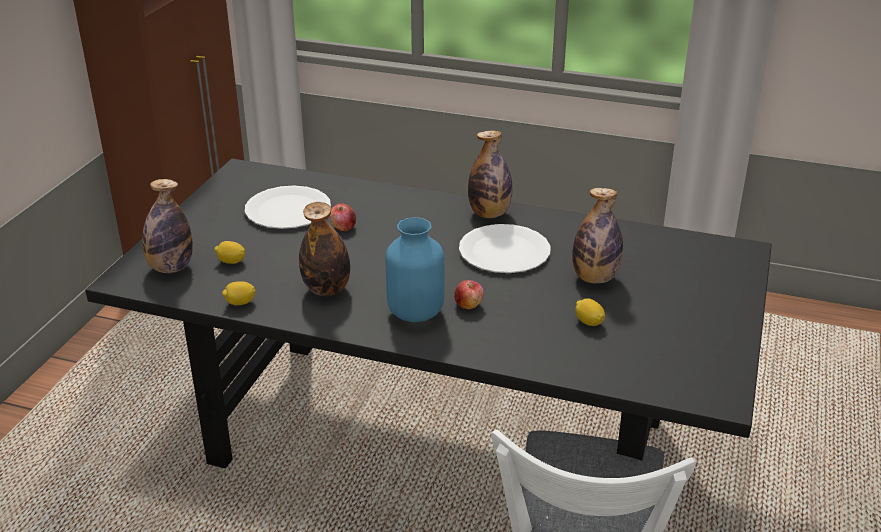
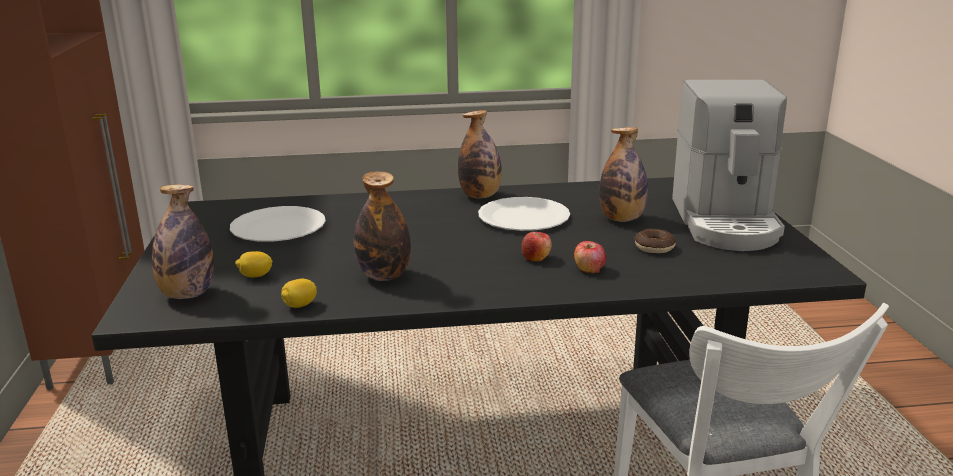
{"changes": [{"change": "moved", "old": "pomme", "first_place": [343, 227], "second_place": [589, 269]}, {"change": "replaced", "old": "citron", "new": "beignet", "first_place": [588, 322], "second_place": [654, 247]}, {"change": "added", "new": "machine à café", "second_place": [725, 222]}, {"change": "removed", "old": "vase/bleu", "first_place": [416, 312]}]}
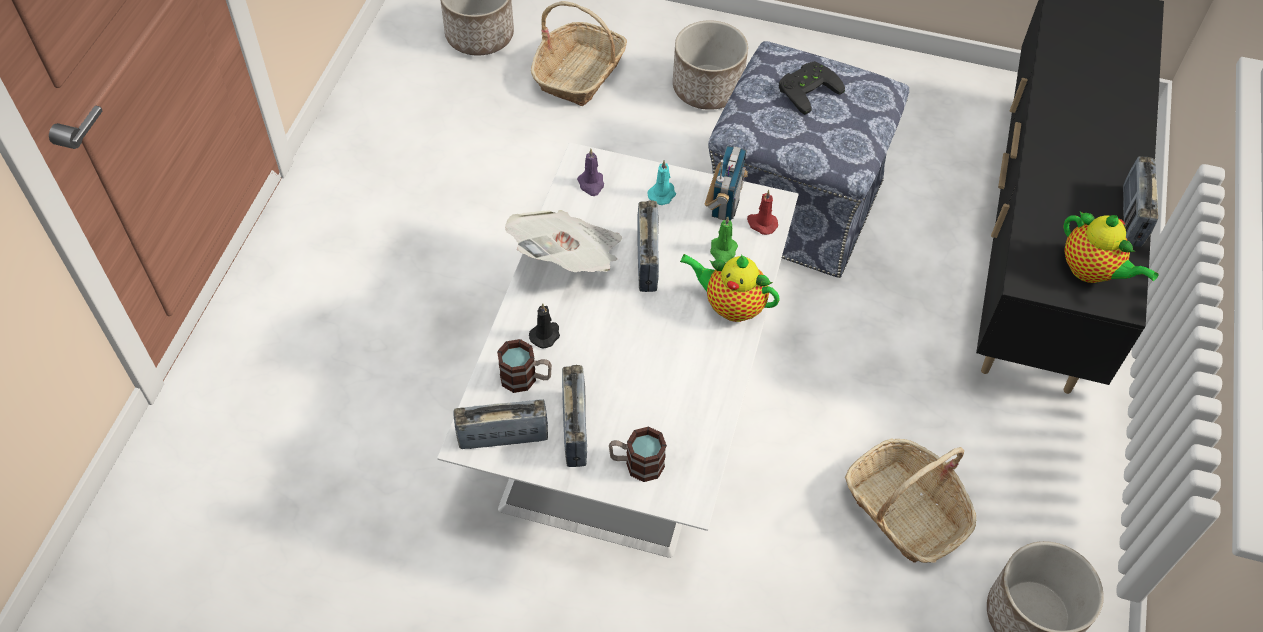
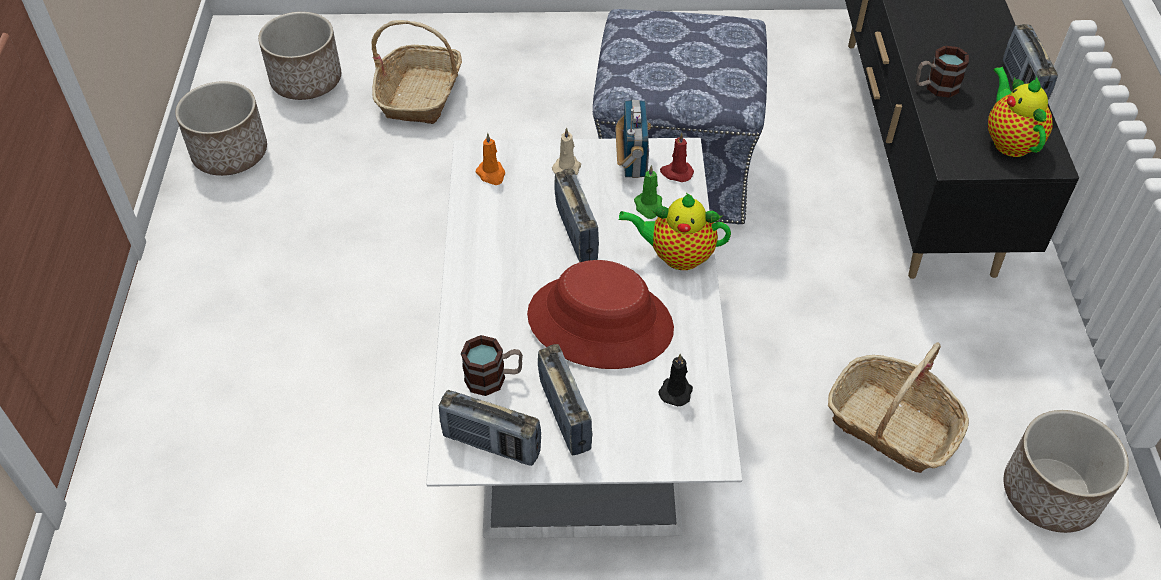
{"changes": [{"change": "moved", "old": "cache-pot", "first_place": [707, 89], "second_place": [230, 154]}, {"change": "turned", "old": "radio", "first_place": [503, 437], "second_place": [491, 444], "degrees": -135}, {"change": "recoloured", "old": "bougie/violet", "new": "bougie/orange", "first_place": [591, 184], "second_place": [491, 174]}, {"change": "added", "new": "chapeau/rouge", "second_place": [600, 322]}, {"change": "recoloured", "old": "bougie/turquoise", "new": "bougie/beige", "first_place": [662, 194], "second_place": [567, 167]}, {"change": "moved", "old": "bougie/noir", "first_place": [545, 335], "second_place": [676, 391]}, {"change": "moved", "old": "mug", "first_place": [636, 464], "second_place": [935, 87]}, {"change": "turned", "old": "théière", "first_place": [1091, 271], "second_place": [1009, 141], "degrees": -135}, {"change": "removed", "old": "journal", "first_place": [568, 258]}, {"change": "removed", "old": "manette/noir", "first_place": [806, 88]}]}
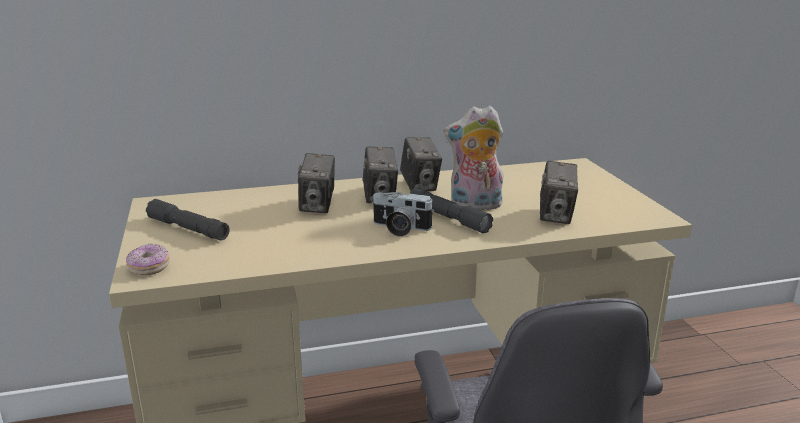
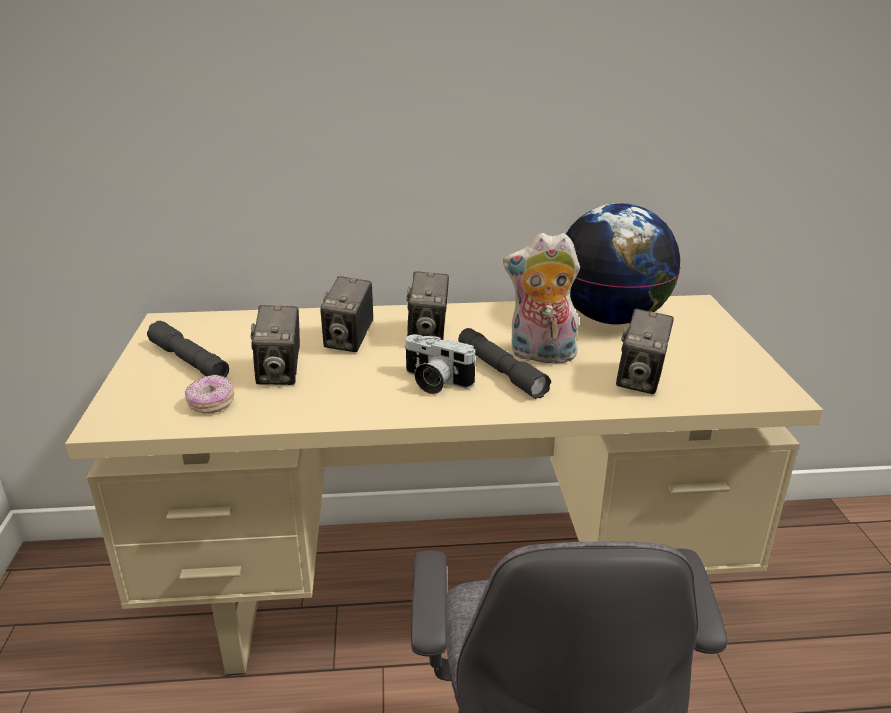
{"changes": [{"change": "moved", "old": "beignet", "first_place": [149, 268], "second_place": [211, 404]}, {"change": "moved", "old": "appareil photo", "first_place": [420, 186], "second_place": [280, 374]}, {"change": "added", "new": "globe", "second_place": [612, 318]}]}
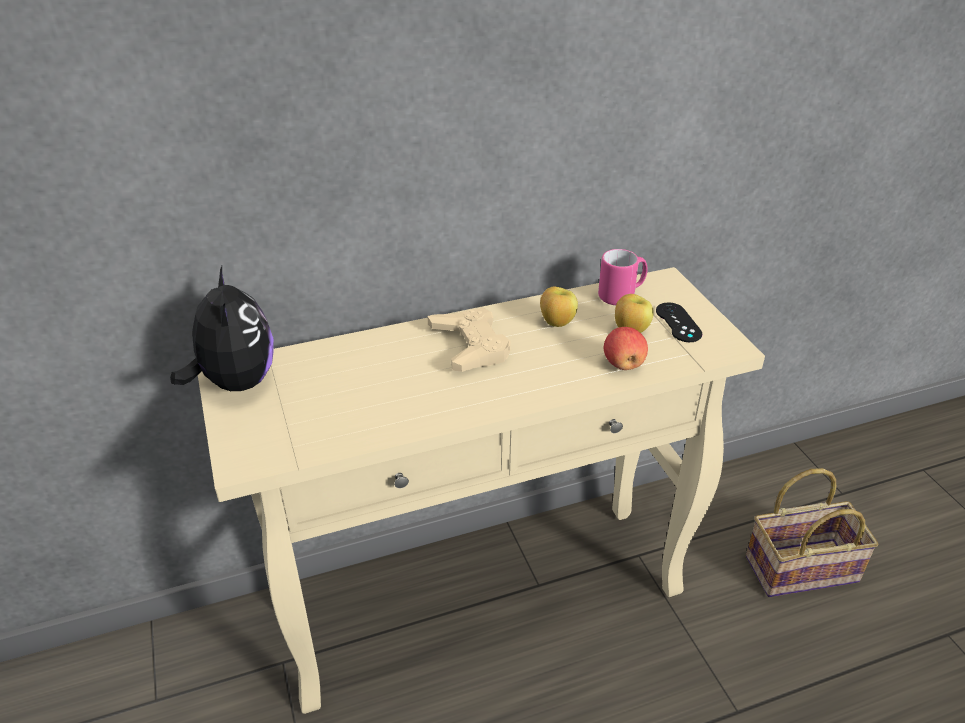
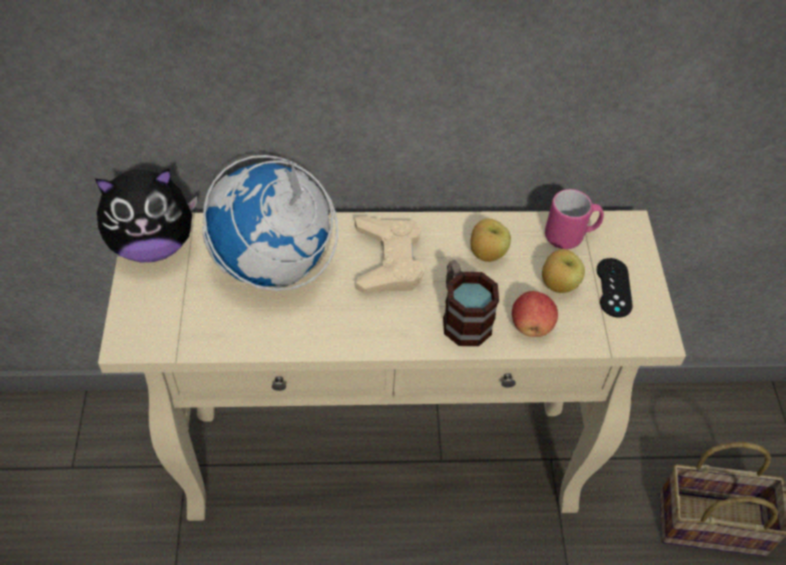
{"changes": [{"change": "turned", "old": "peluche", "first_place": [235, 382], "second_place": [153, 245], "degrees": 75}, {"change": "added", "new": "globe", "second_place": [273, 265]}, {"change": "added", "new": "mug", "second_place": [462, 317]}]}
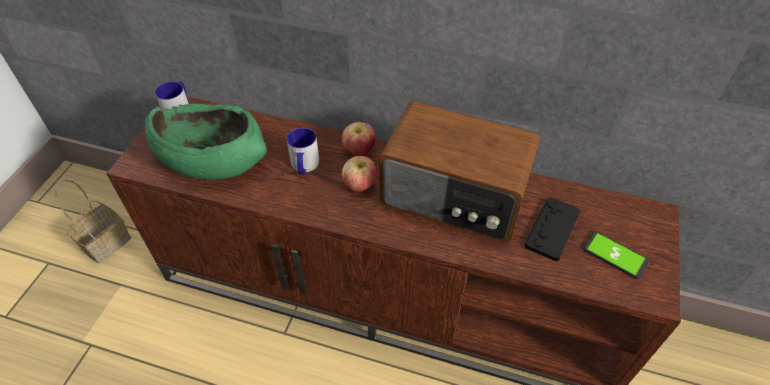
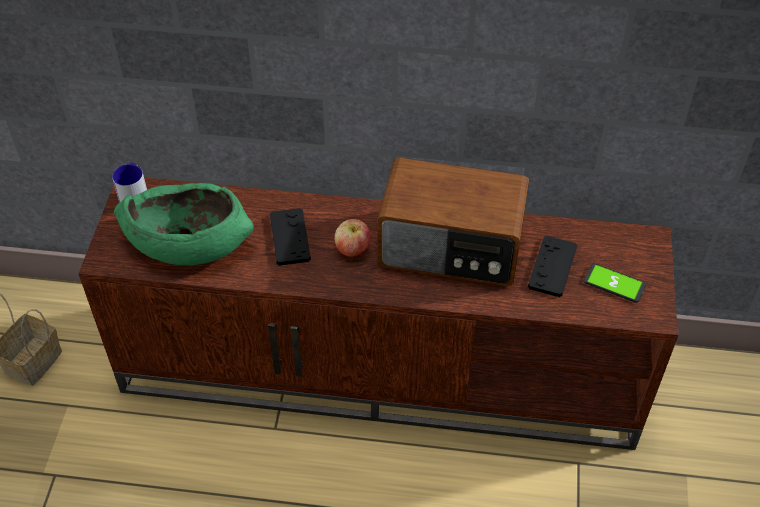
{"changes": [{"change": "replaced", "old": "mug", "new": "manette/noir", "first_place": [304, 166], "second_place": [290, 237]}, {"change": "removed", "old": "pomme", "first_place": [359, 150]}]}
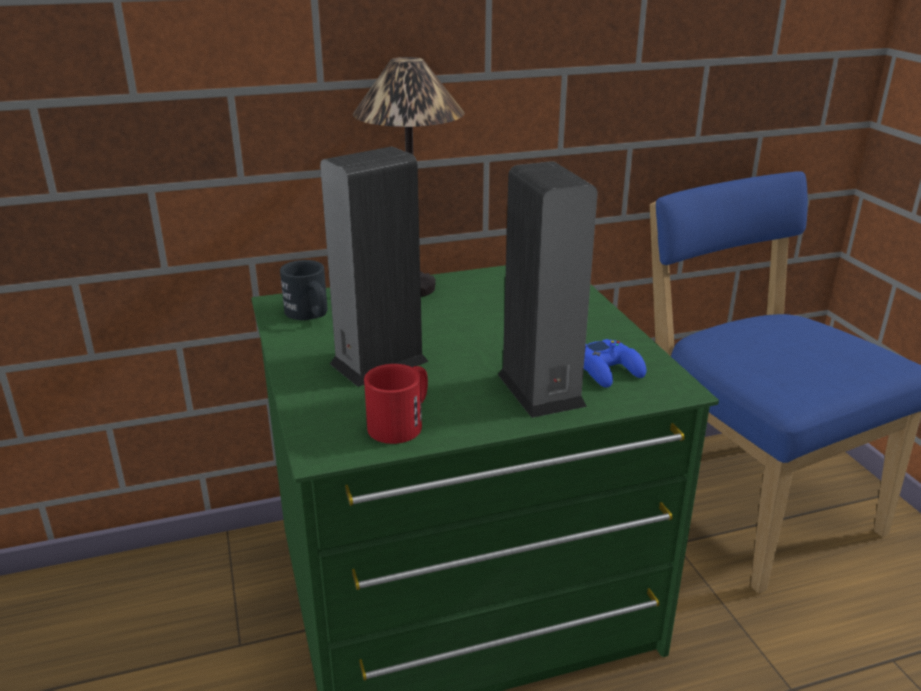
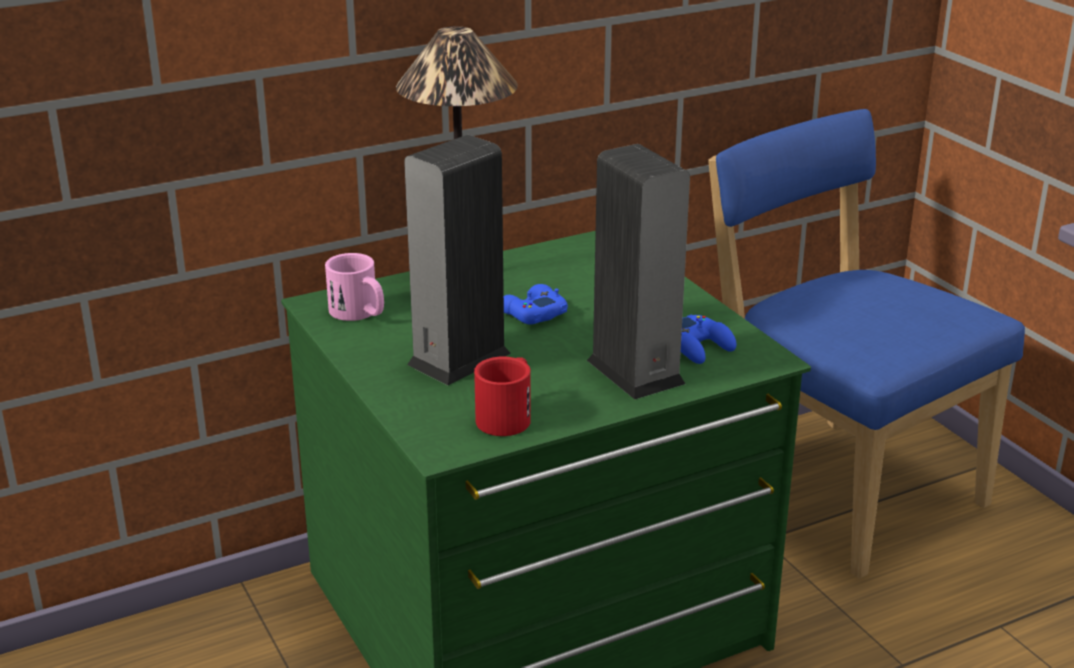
{"changes": [{"change": "recoloured", "old": "mug/noir", "new": "mug/rose", "first_place": [310, 314], "second_place": [360, 313]}, {"change": "added", "new": "manette/bleu", "second_place": [531, 313]}]}
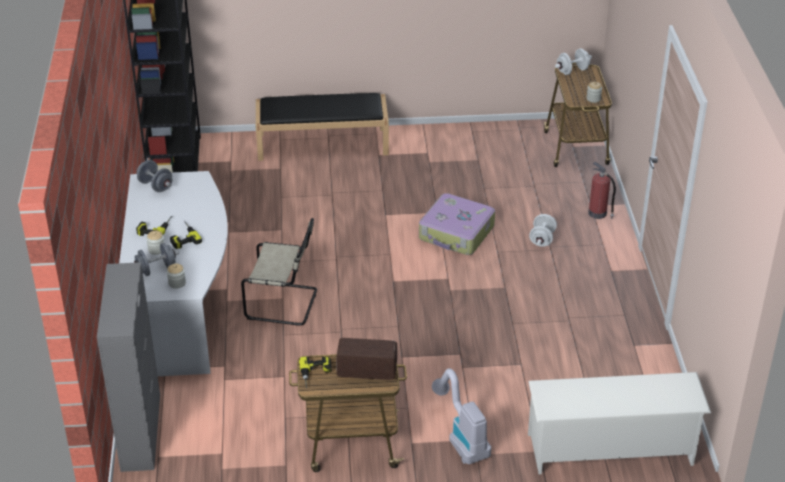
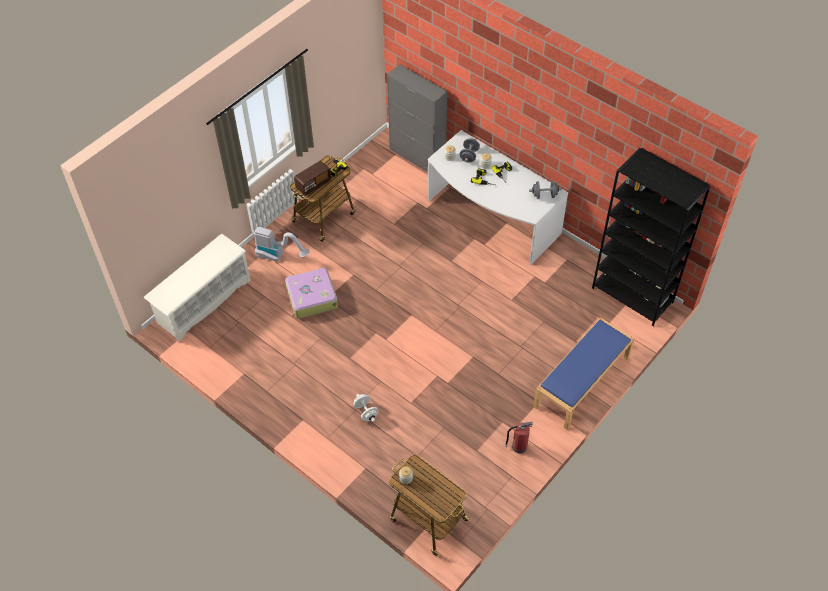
{"changes": [{"change": "moved", "old": "valise", "first_place": [456, 233], "second_place": [311, 297]}, {"change": "moved", "old": "extincteur", "first_place": [598, 213], "second_place": [518, 446]}, {"change": "recoloured", "old": "banc/noir", "new": "banc/bleu", "first_place": [323, 143], "second_place": [582, 382]}, {"change": "removed", "old": "chaise/beige", "first_place": [284, 304]}, {"change": "removed", "old": "haltère/blanc", "first_place": [572, 71]}]}
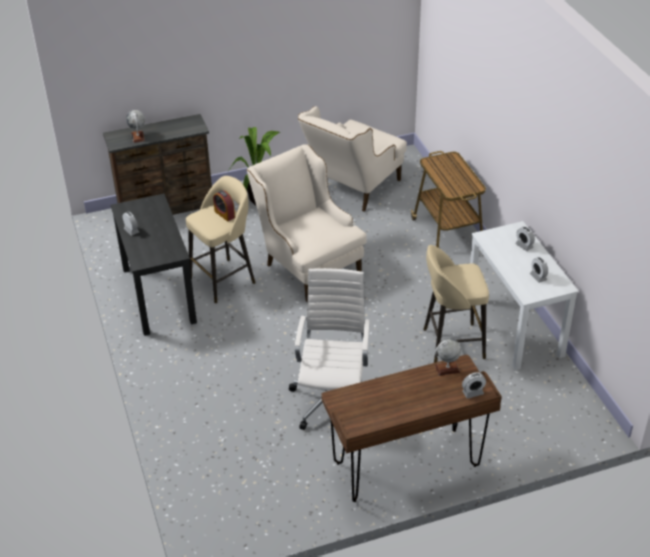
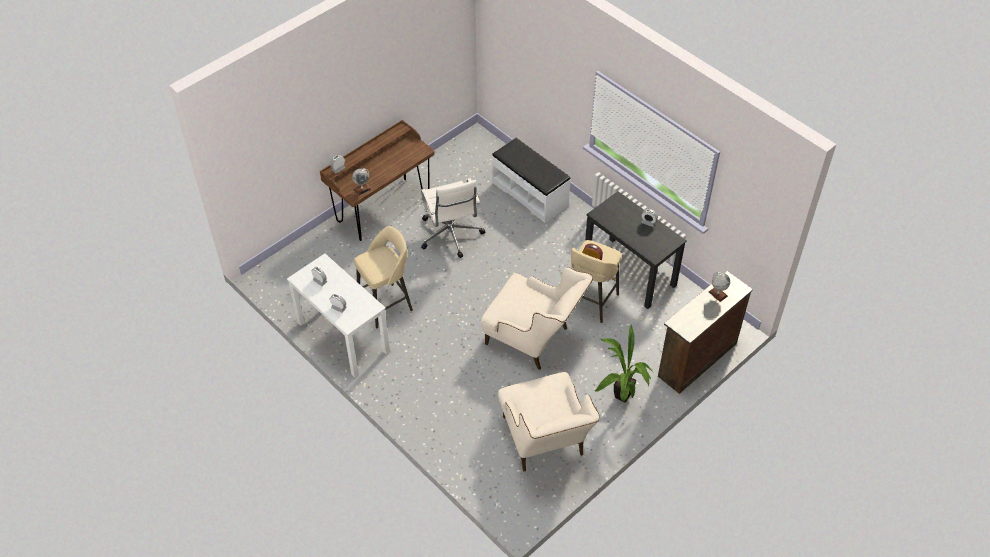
{"changes": [{"change": "added", "new": "banc/blanc", "second_place": [530, 194]}, {"change": "turned", "old": "fauteuil/beige", "first_place": [352, 189], "second_place": [545, 443], "degrees": 150}, {"change": "removed", "old": "chariot", "first_place": [447, 232]}]}
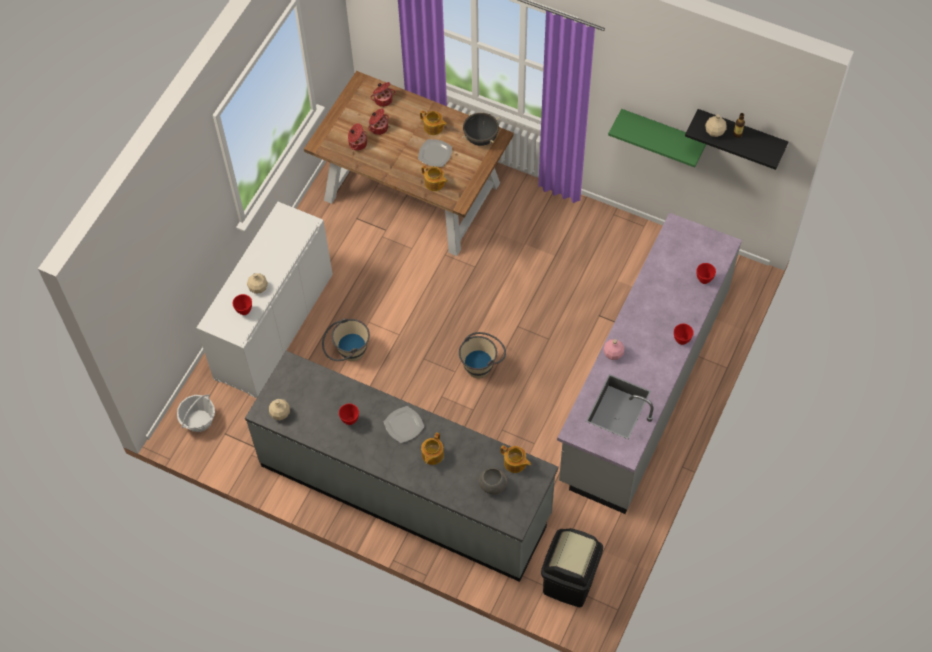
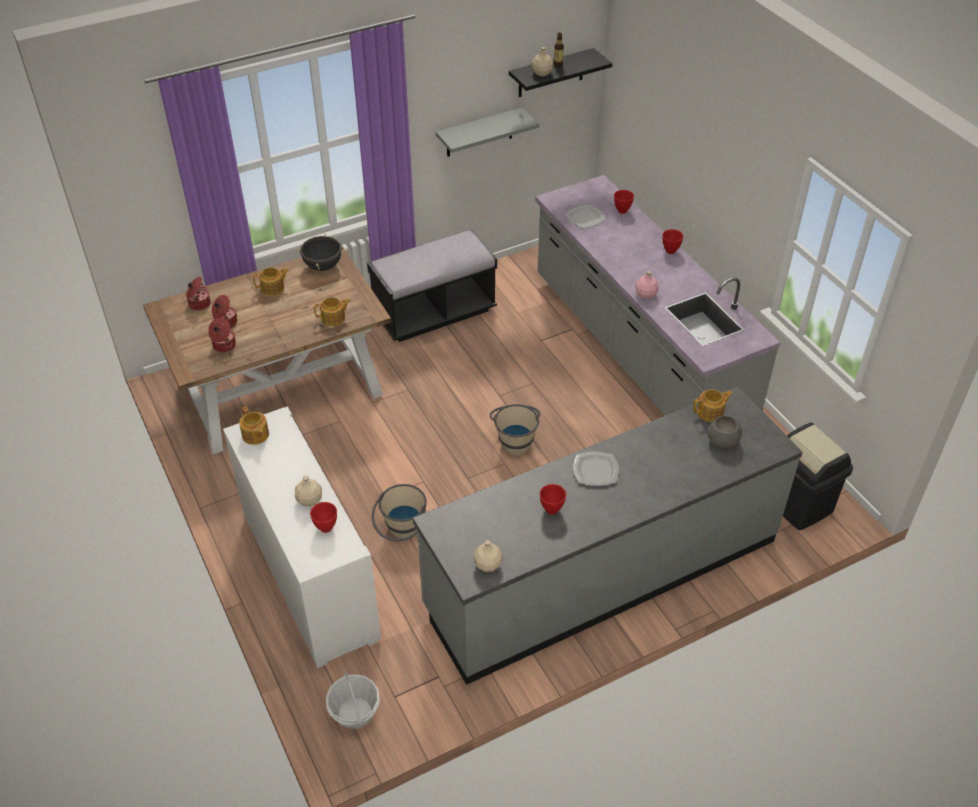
{"changes": [{"change": "moved", "old": "théière", "first_place": [432, 455], "second_place": [255, 435]}, {"change": "added", "new": "banc/noir", "second_place": [434, 313]}, {"change": "recoloured", "old": "étagère/vert", "new": "étagère/gris", "first_place": [662, 133], "second_place": [479, 133]}, {"change": "moved", "old": "assiette", "first_place": [434, 154], "second_place": [585, 218]}]}
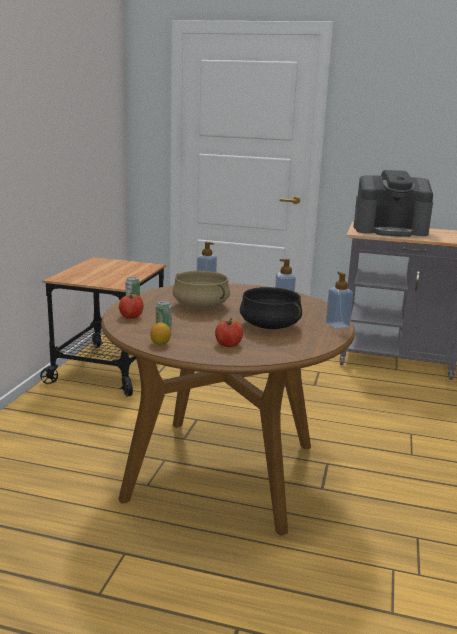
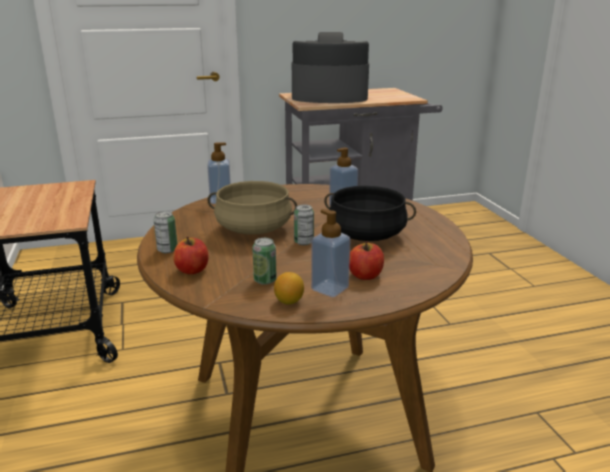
{"changes": [{"change": "turned", "old": "machine à café", "first_place": [390, 230], "second_place": [329, 97], "degrees": -150}, {"change": "added", "new": "boîte métallique", "second_place": [304, 242]}, {"change": "moved", "old": "distributeur de savon", "first_place": [337, 325], "second_place": [330, 289]}]}
